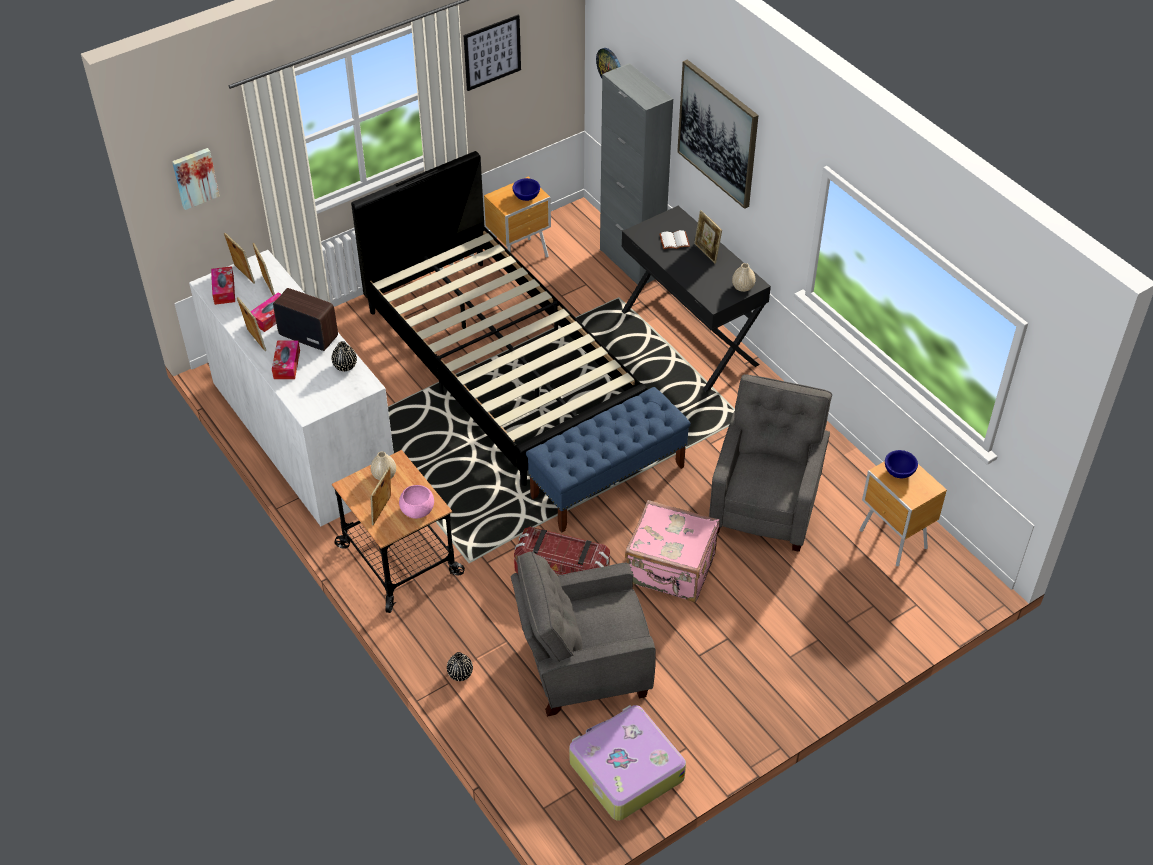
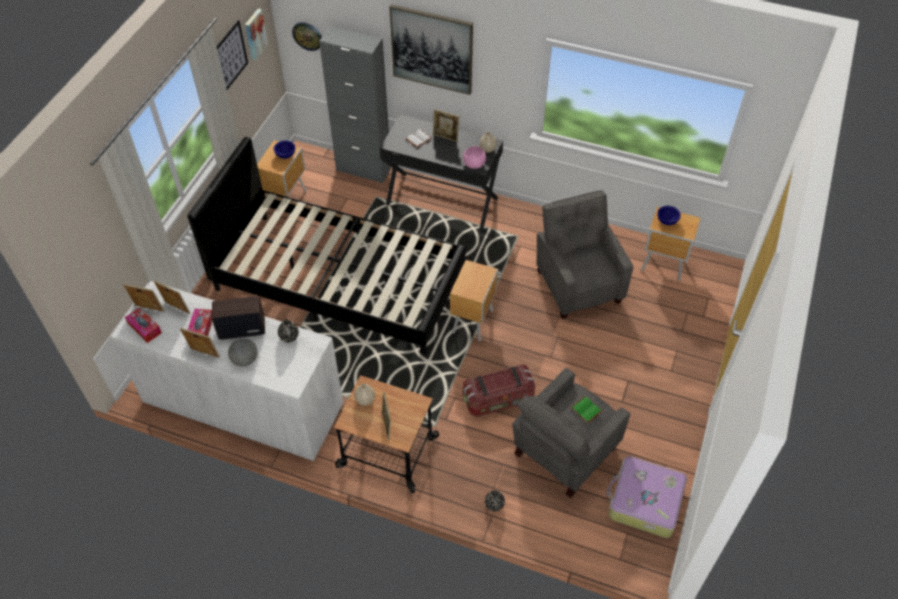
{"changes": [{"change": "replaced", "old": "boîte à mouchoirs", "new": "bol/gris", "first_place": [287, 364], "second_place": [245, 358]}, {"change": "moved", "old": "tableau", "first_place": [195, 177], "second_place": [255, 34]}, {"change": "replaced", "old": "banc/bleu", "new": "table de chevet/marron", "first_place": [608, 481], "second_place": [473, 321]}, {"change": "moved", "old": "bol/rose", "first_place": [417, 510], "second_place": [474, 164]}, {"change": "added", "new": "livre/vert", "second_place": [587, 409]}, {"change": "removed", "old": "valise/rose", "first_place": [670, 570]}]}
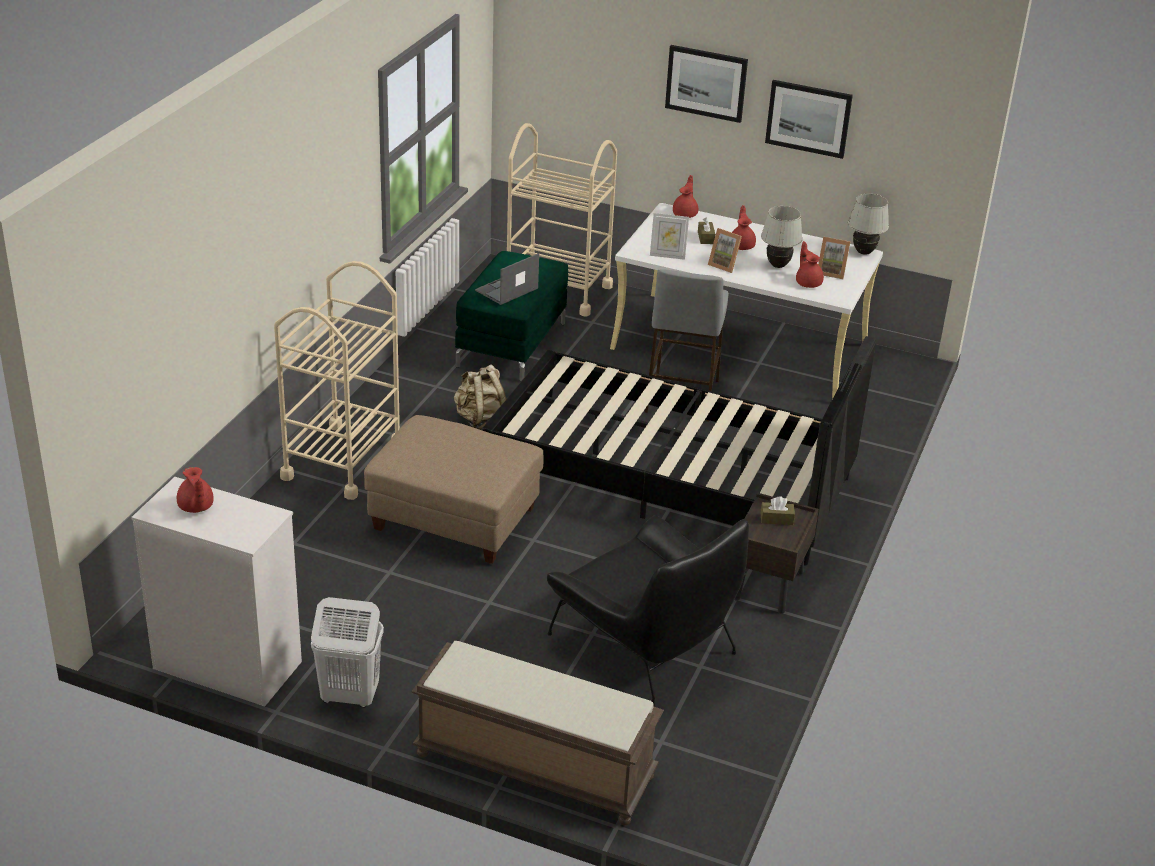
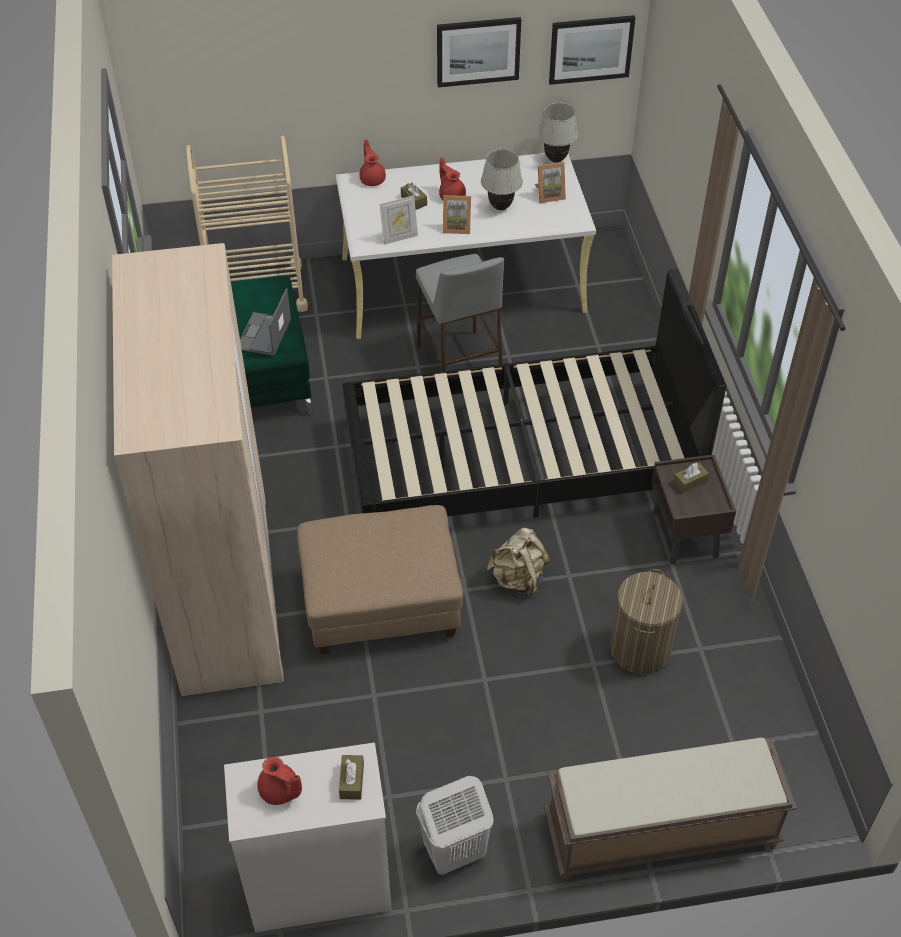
{"changes": [{"change": "replaced", "old": "chariot/beige", "new": "armoire/beige", "first_place": [342, 460], "second_place": [225, 590]}, {"change": "added", "new": "boîte à mouchoirs/marron", "second_place": [352, 781]}, {"change": "moved", "old": "sac à dos/beige", "first_place": [481, 420], "second_place": [518, 579]}, {"change": "moved", "old": "tableau", "first_place": [706, 83], "second_place": [591, 49]}, {"change": "replaced", "old": "fauteuil/noir", "new": "panier à linge", "first_place": [644, 642], "second_place": [640, 649]}, {"change": "removed", "old": "théière/rouge", "first_place": [808, 282]}]}
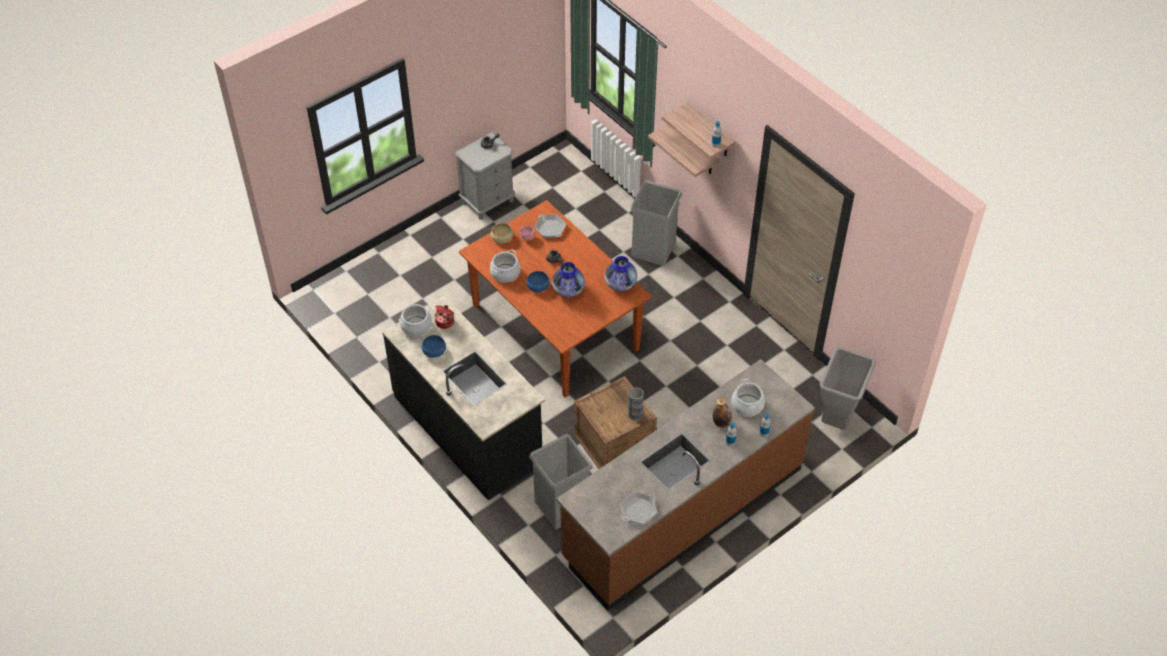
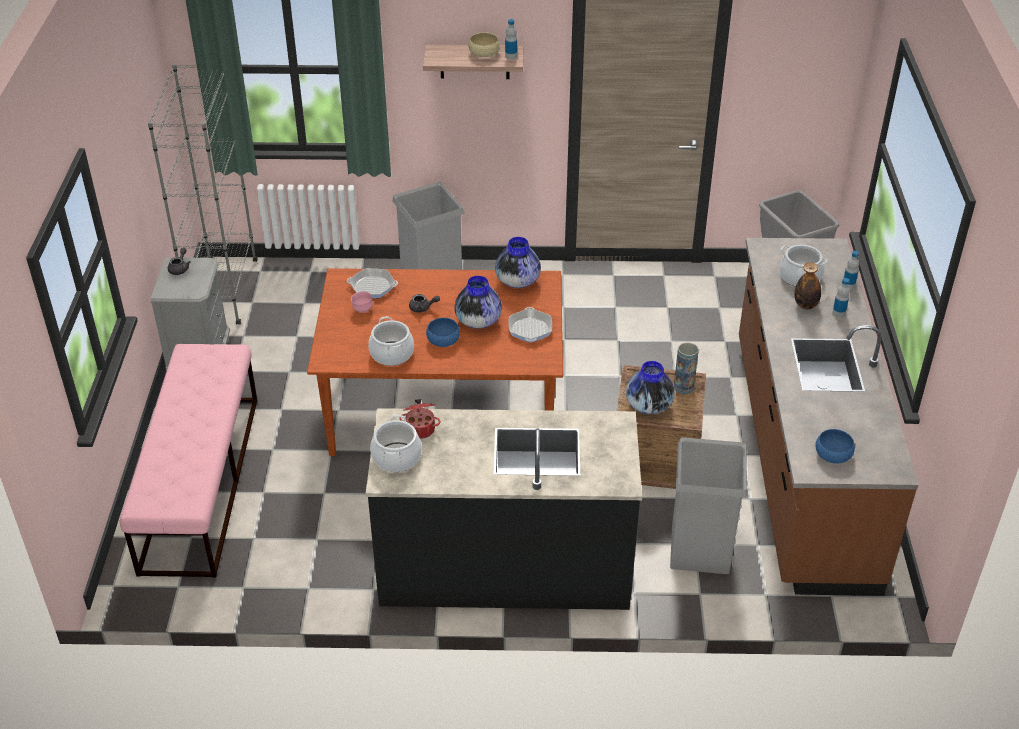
{"changes": [{"change": "added", "new": "banc/rose", "second_place": [201, 481]}, {"change": "added", "new": "bibliothèque/gris", "second_place": [223, 292]}, {"change": "moved", "old": "bol/beige", "first_place": [502, 238], "second_place": [484, 53]}, {"change": "moved", "old": "poêle", "first_place": [638, 510], "second_place": [530, 329]}, {"change": "added", "new": "vase", "second_place": [648, 406]}, {"change": "moved", "old": "bol/bleu", "first_place": [434, 351], "second_place": [833, 454]}, {"change": "removed", "old": "étagère", "first_place": [694, 150]}]}
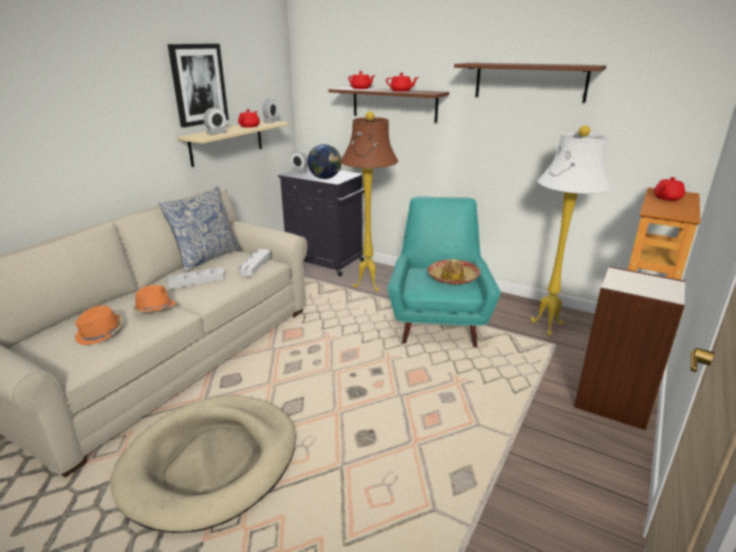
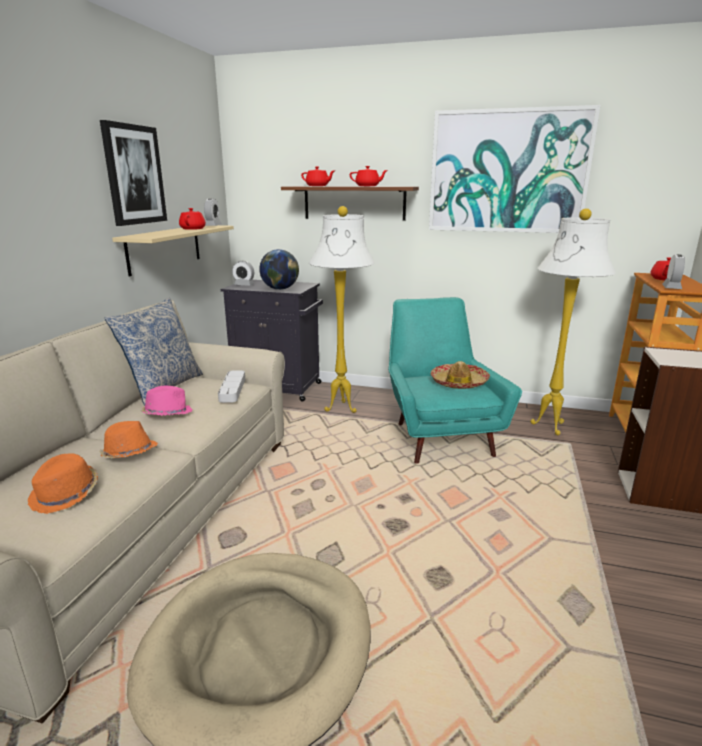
{"changes": [{"change": "replaced", "old": "plateau/gris", "new": "chapeau/rose", "first_place": [196, 281], "second_place": [167, 414]}, {"change": "recoloured", "old": "lampadaire/marron", "new": "lampadaire/blanc", "first_place": [369, 286], "second_place": [342, 408]}, {"change": "replaced", "old": "étagère/marron", "new": "tableau", "first_place": [530, 81], "second_place": [508, 172]}, {"change": "moved", "old": "réveil", "first_place": [216, 133], "second_place": [671, 287]}]}
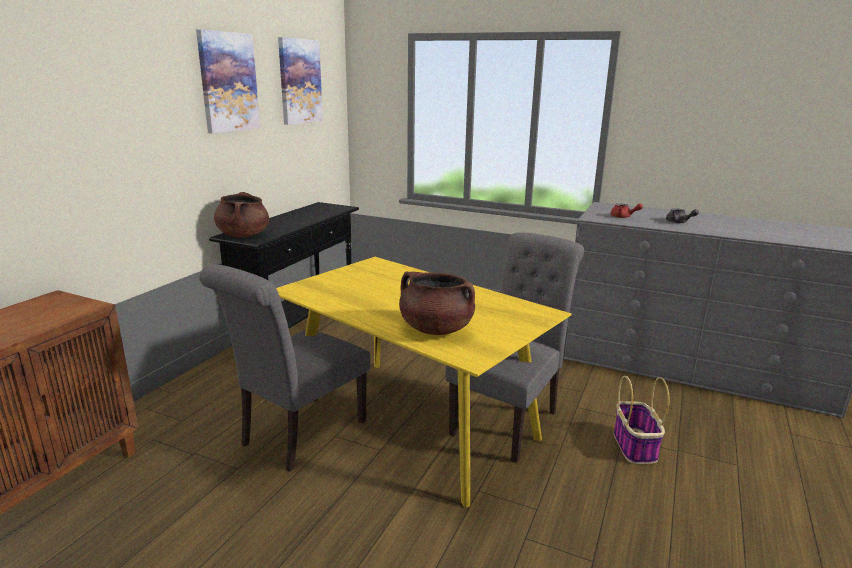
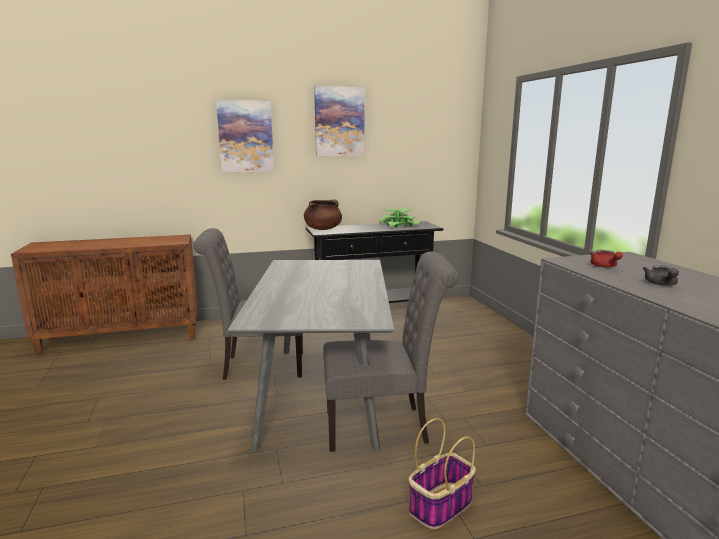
{"changes": [{"change": "moved", "old": "tableau", "first_place": [299, 81], "second_place": [245, 137]}, {"change": "recoloured", "old": "table à manger/jaune", "new": "table à manger/gris", "first_place": [414, 422], "second_place": [324, 392]}, {"change": "added", "new": "plante en pot", "second_place": [399, 225]}, {"change": "removed", "old": "marmite/marron", "first_place": [435, 329]}]}
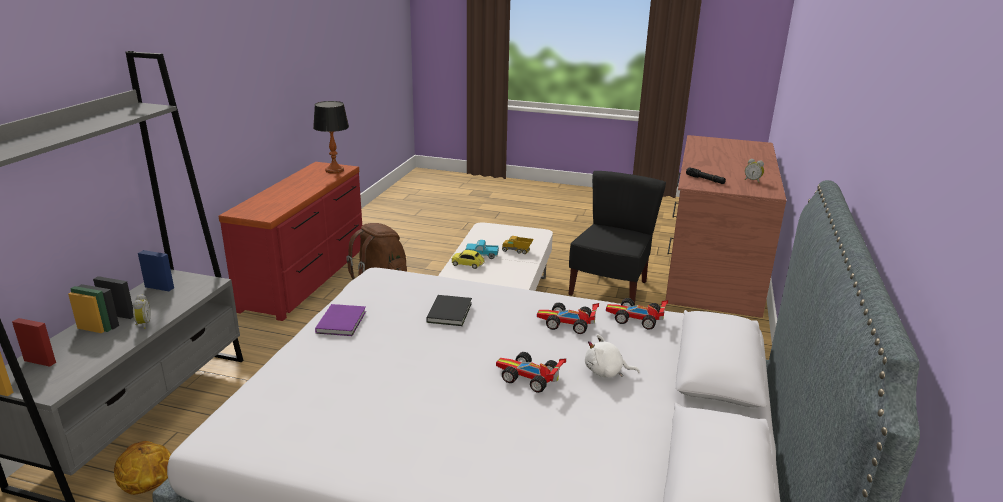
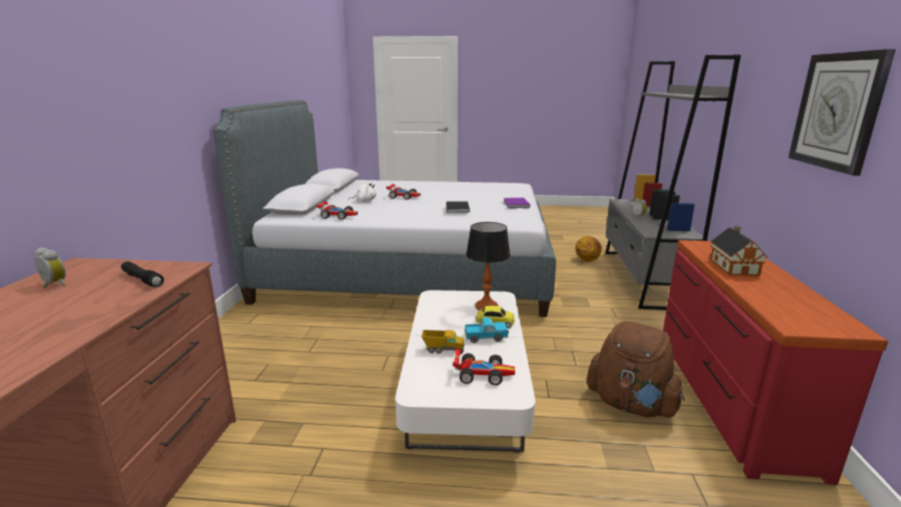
{"changes": [{"change": "moved", "old": "petite voiture", "first_place": [567, 324], "second_place": [482, 374]}, {"change": "moved", "old": "lampe de table", "first_place": [334, 170], "second_place": [486, 306]}, {"change": "added", "new": "maison miniature", "second_place": [733, 266]}, {"change": "added", "new": "horloge murale", "second_place": [837, 111]}, {"change": "removed", "old": "chaise/noir", "first_place": [610, 289]}]}
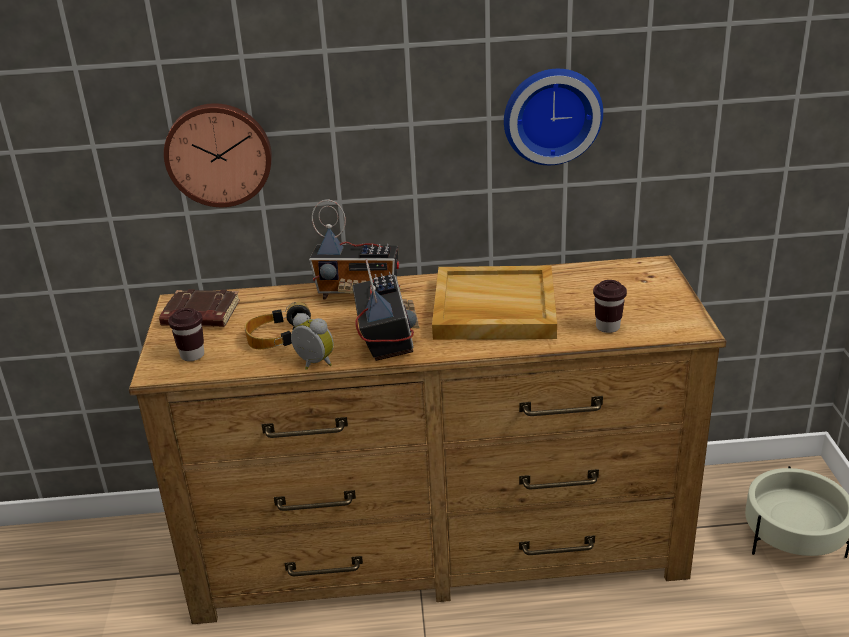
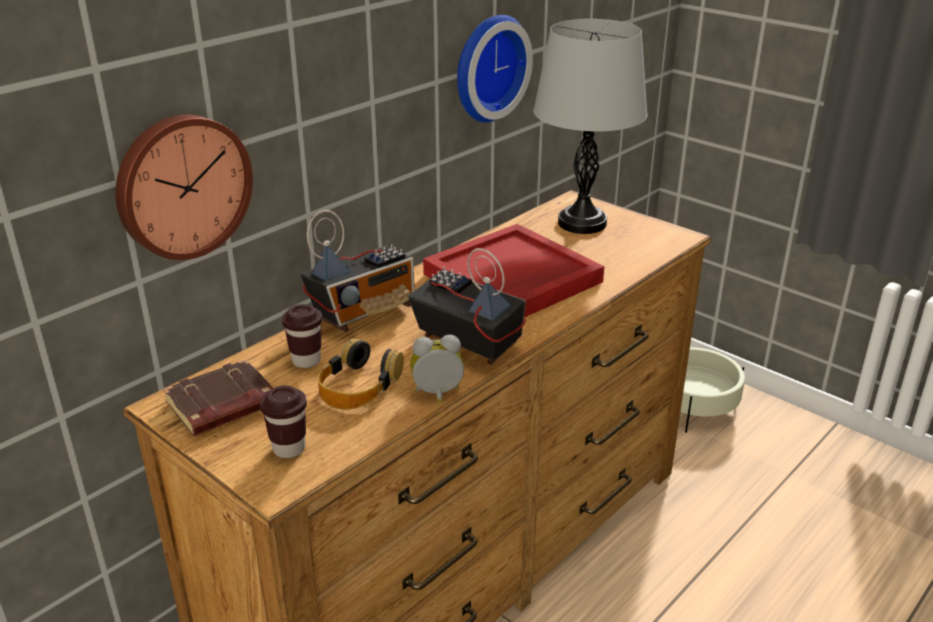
{"changes": [{"change": "moved", "old": "tasse/marron", "first_place": [607, 327], "second_place": [306, 361]}, {"change": "recoloured", "old": "plateau/beige", "new": "plateau/rouge", "first_place": [493, 308], "second_place": [512, 279]}, {"change": "added", "new": "lampe de table/gris", "second_place": [582, 223]}]}
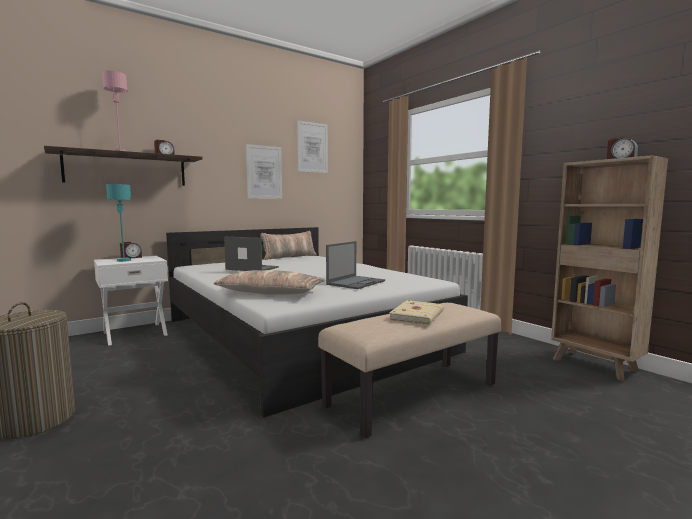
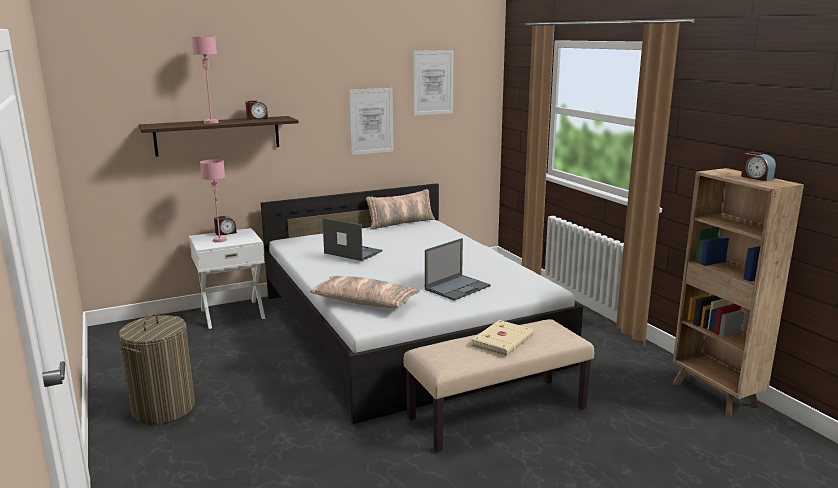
{"changes": [{"change": "recoloured", "old": "lampe de table/turquoise", "new": "lampe de table/rose", "first_place": [124, 260], "second_place": [220, 240]}]}
